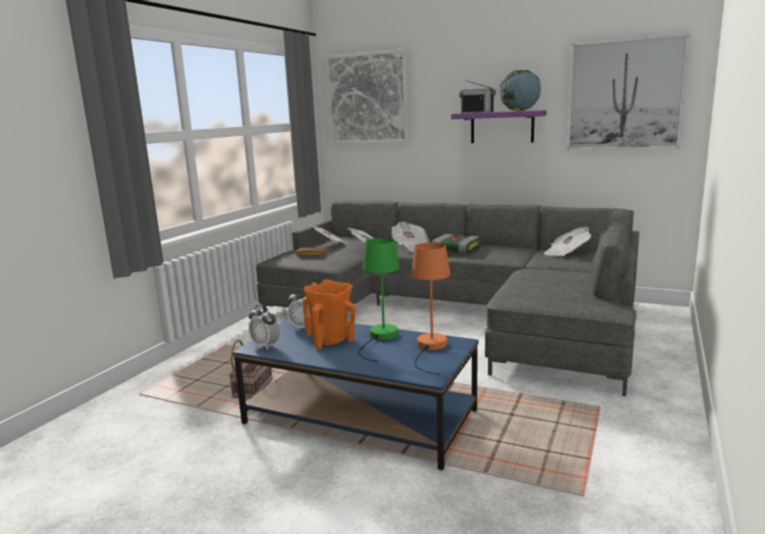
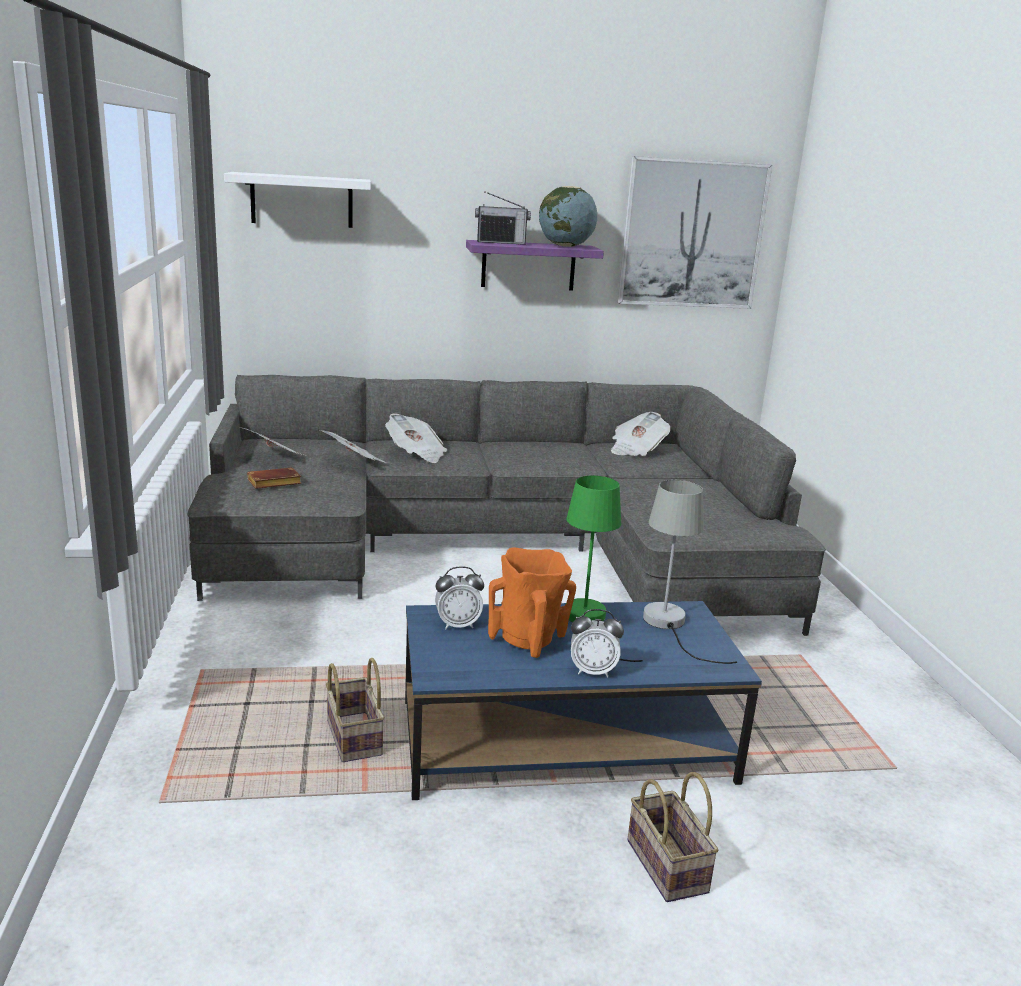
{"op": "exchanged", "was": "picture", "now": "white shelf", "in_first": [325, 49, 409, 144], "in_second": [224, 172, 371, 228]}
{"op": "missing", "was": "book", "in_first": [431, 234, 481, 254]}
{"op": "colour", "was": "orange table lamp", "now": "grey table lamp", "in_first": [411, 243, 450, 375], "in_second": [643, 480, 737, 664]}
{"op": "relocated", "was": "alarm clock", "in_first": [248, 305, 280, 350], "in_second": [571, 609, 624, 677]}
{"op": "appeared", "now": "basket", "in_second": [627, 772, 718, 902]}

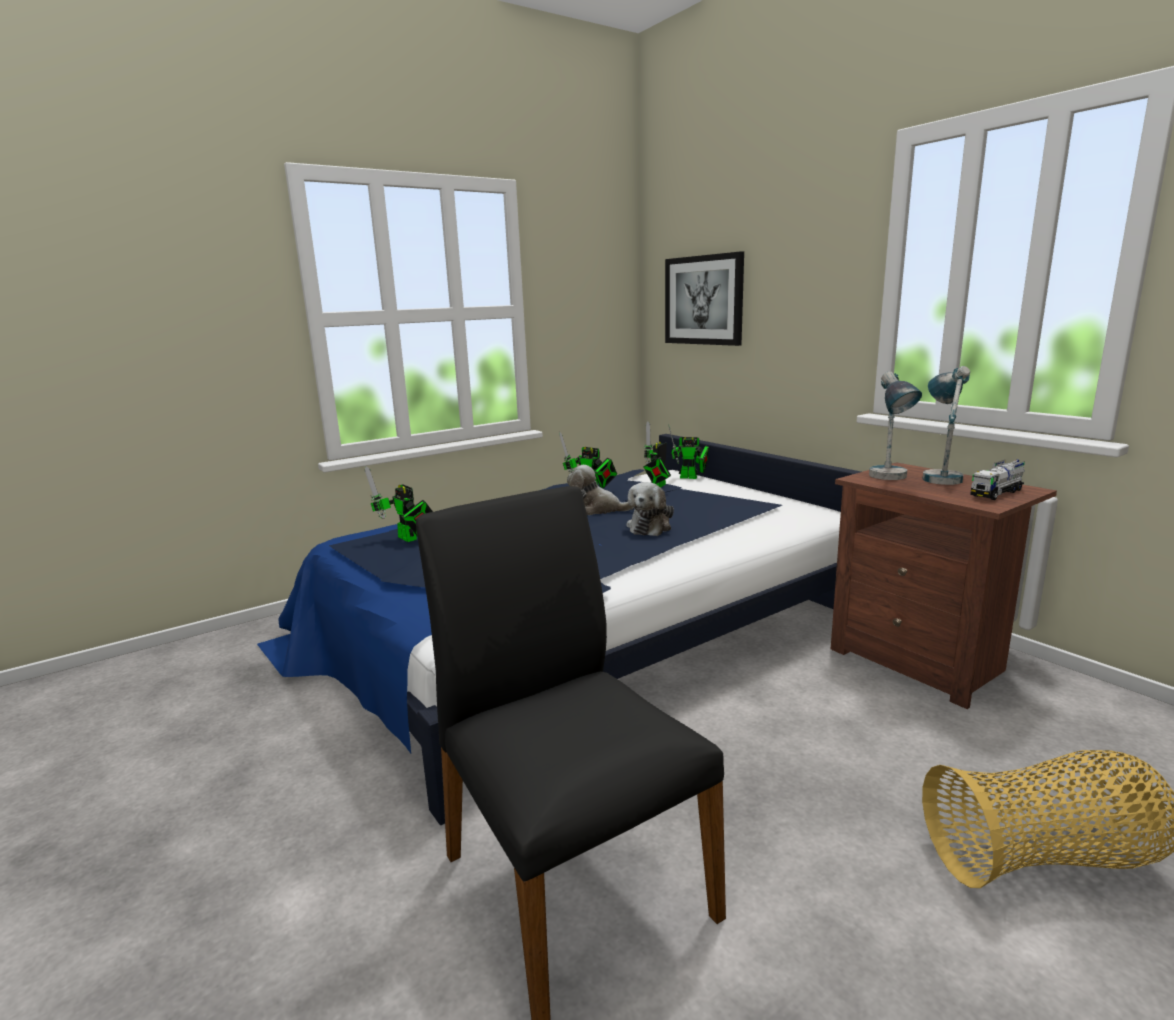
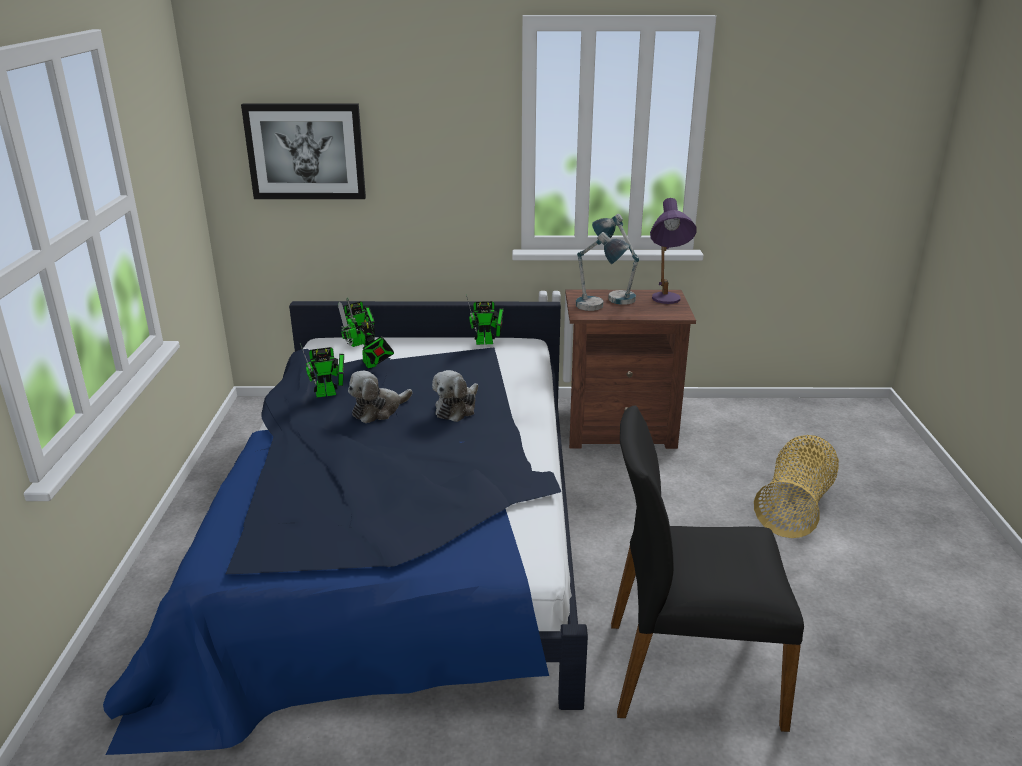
{"op": "exchanged", "was": "toy truck", "now": "purple table lamp", "in_first": [970, 459, 1025, 500], "in_second": [650, 198, 697, 304]}
{"op": "relocated", "was": "toy robot", "in_first": [365, 466, 433, 542], "in_second": [466, 294, 504, 345]}
{"op": "spun", "was": "plush toy", "in_first": [626, 482, 674, 536], "in_second": [432, 370, 478, 422], "clockwise": 60}

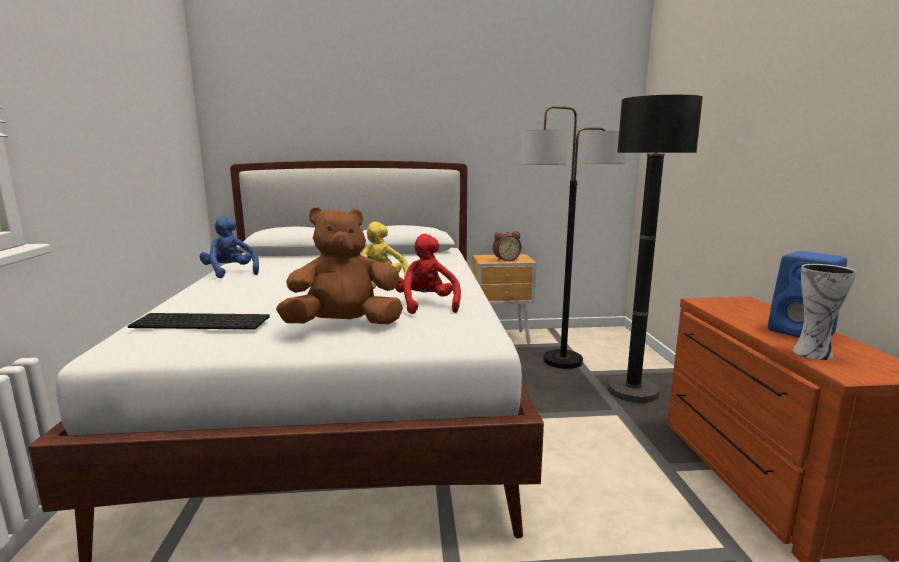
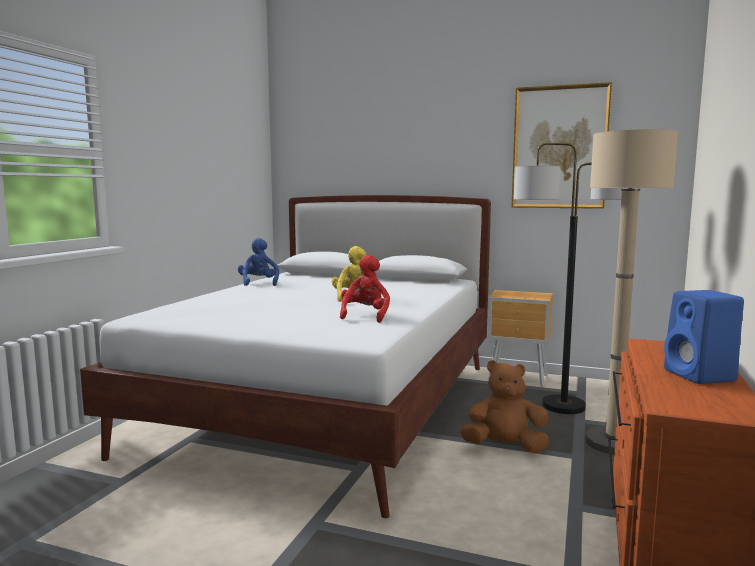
{"op": "colour", "was": "black floor lamp", "now": "beige floor lamp", "in_first": [608, 95, 703, 403], "in_second": [585, 129, 678, 455]}
{"op": "relocated", "was": "brown plush toy", "in_first": [276, 207, 403, 324], "in_second": [460, 360, 549, 453]}
{"op": "missing", "was": "alarm clock", "in_first": [493, 231, 521, 261]}
{"op": "missing", "was": "vase", "in_first": [793, 264, 856, 360]}
{"op": "missing", "was": "keyboard", "in_first": [127, 313, 270, 330]}
{"op": "appeared", "now": "picture", "in_second": [511, 82, 612, 209]}

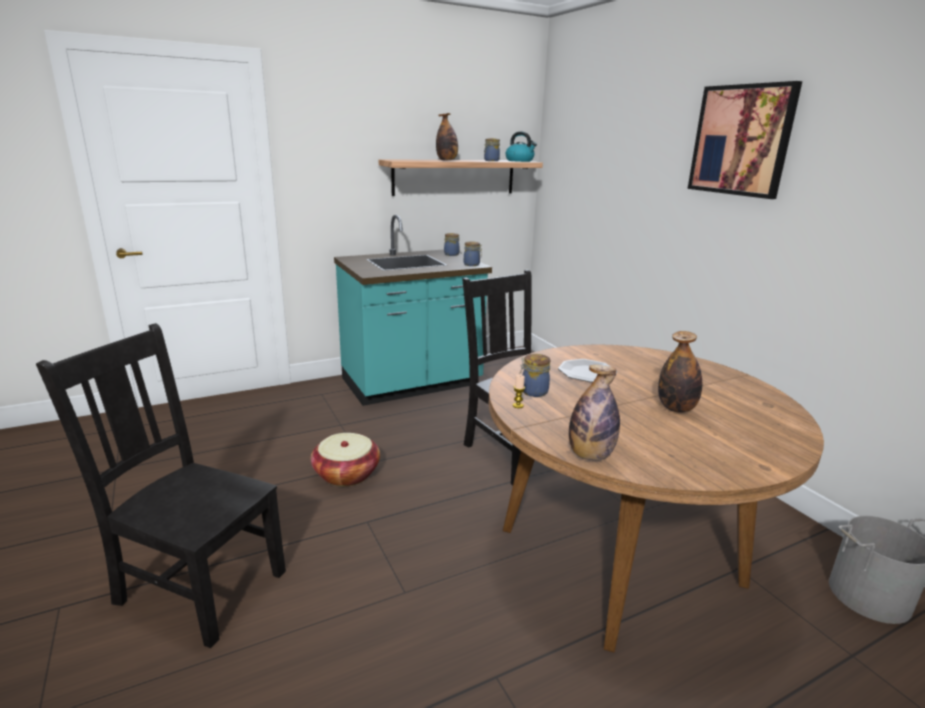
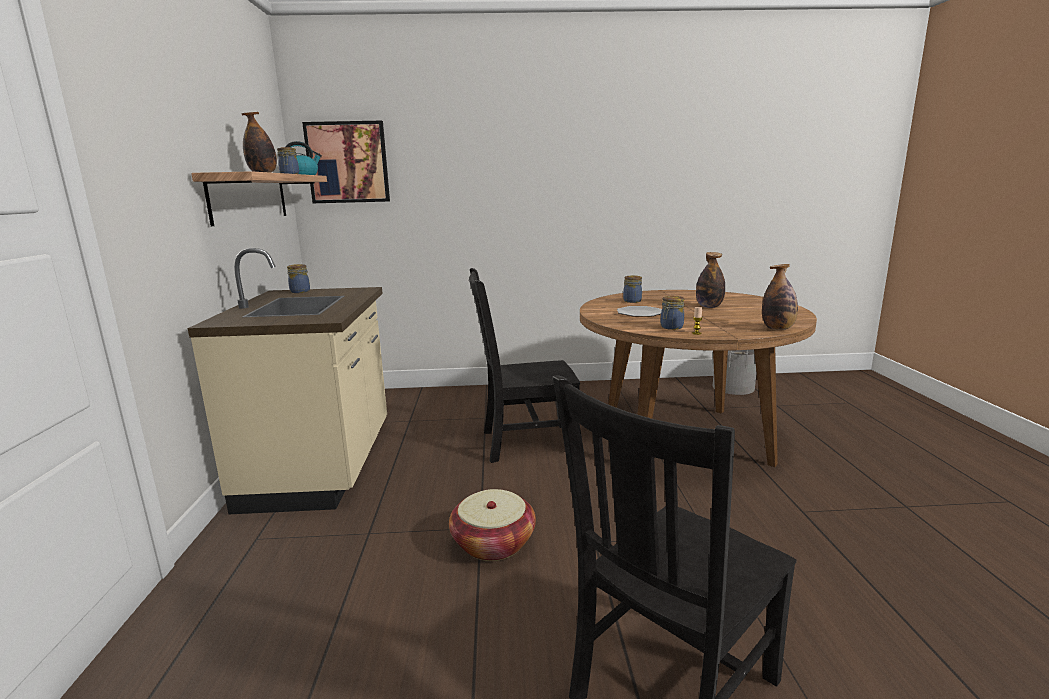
{"op": "relocated", "was": "picture", "in_first": [688, 81, 802, 199], "in_second": [302, 121, 390, 203]}
{"op": "colour", "was": "turquoise counter", "now": "beige counter", "in_first": [334, 215, 492, 406], "in_second": [188, 248, 387, 515]}
{"op": "relocated", "was": "jar", "in_first": [464, 241, 482, 266], "in_second": [623, 275, 642, 303]}

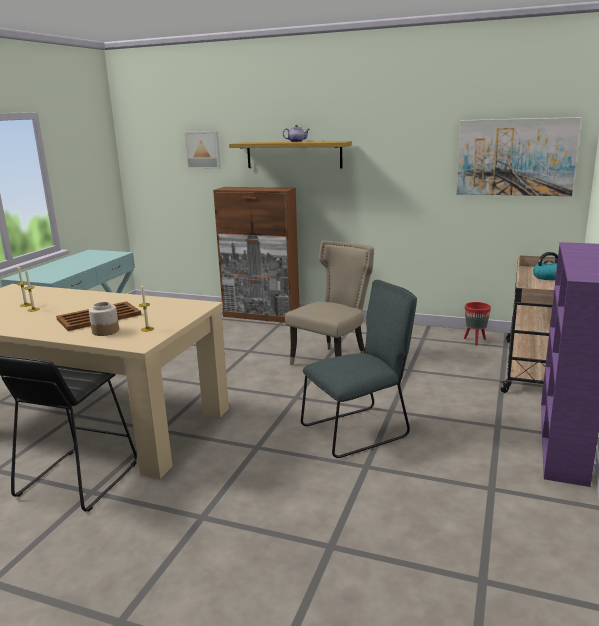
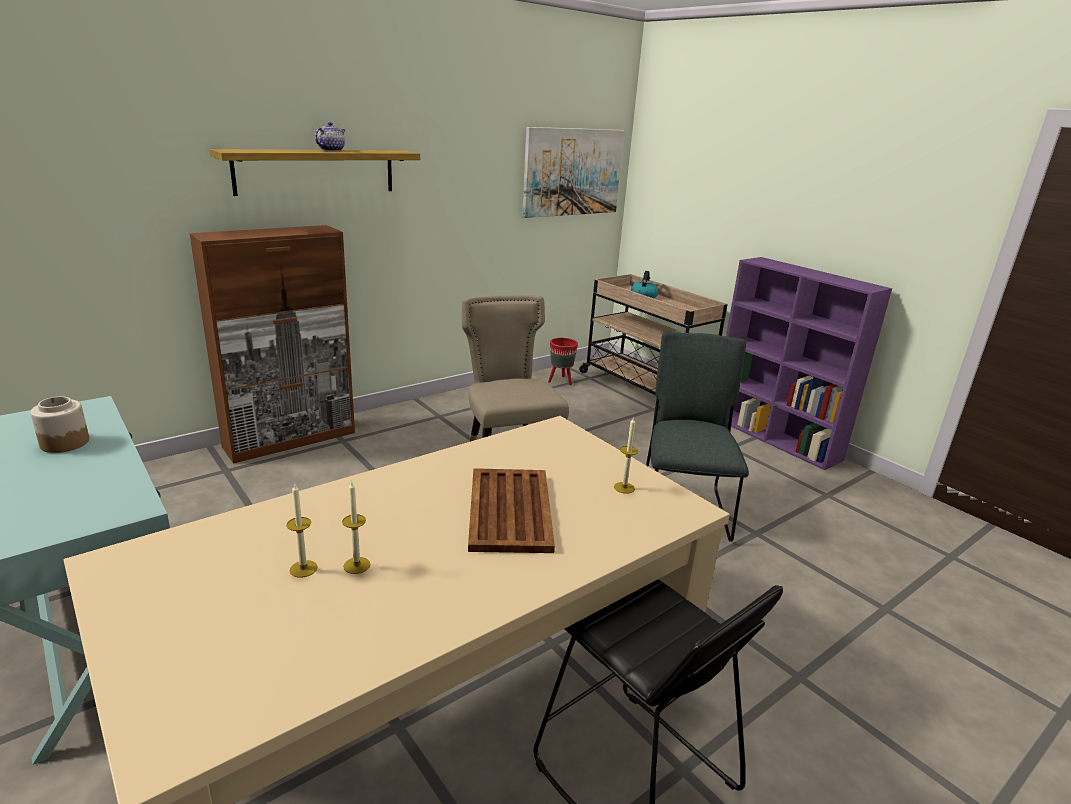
{"op": "missing", "was": "picture", "in_first": [184, 131, 221, 169]}
{"op": "relocated", "was": "jar", "in_first": [89, 302, 119, 336], "in_second": [30, 396, 89, 453]}

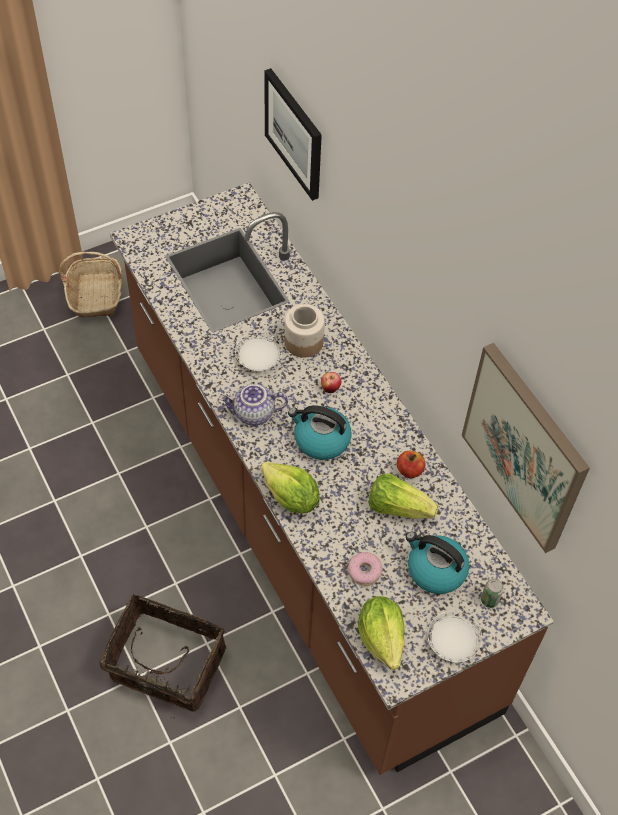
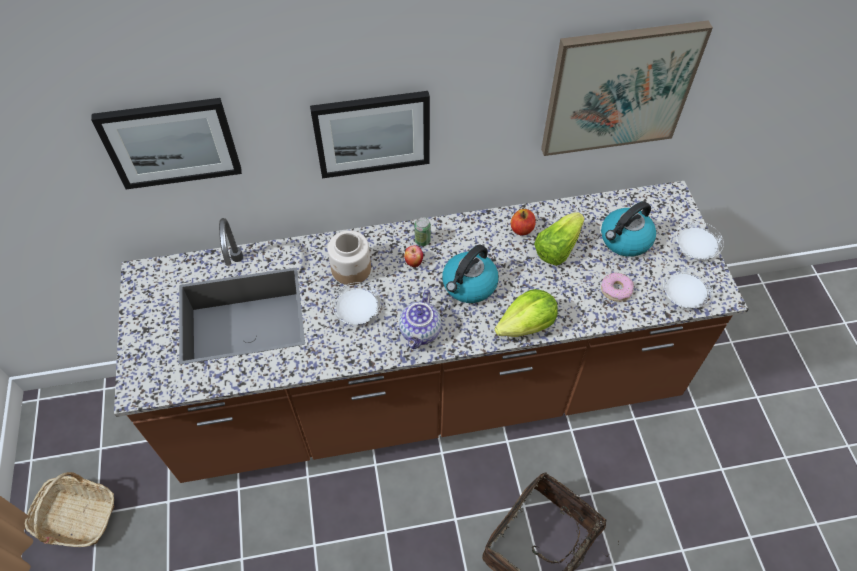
{"op": "relocated", "was": "can", "in_first": [481, 579, 504, 608], "in_second": [414, 217, 431, 246]}
{"op": "exchanged", "was": "lettuce", "now": "white plate", "in_first": [358, 596, 405, 670], "in_second": [663, 267, 713, 309]}
{"op": "appeared", "now": "picture", "in_second": [310, 91, 430, 178]}

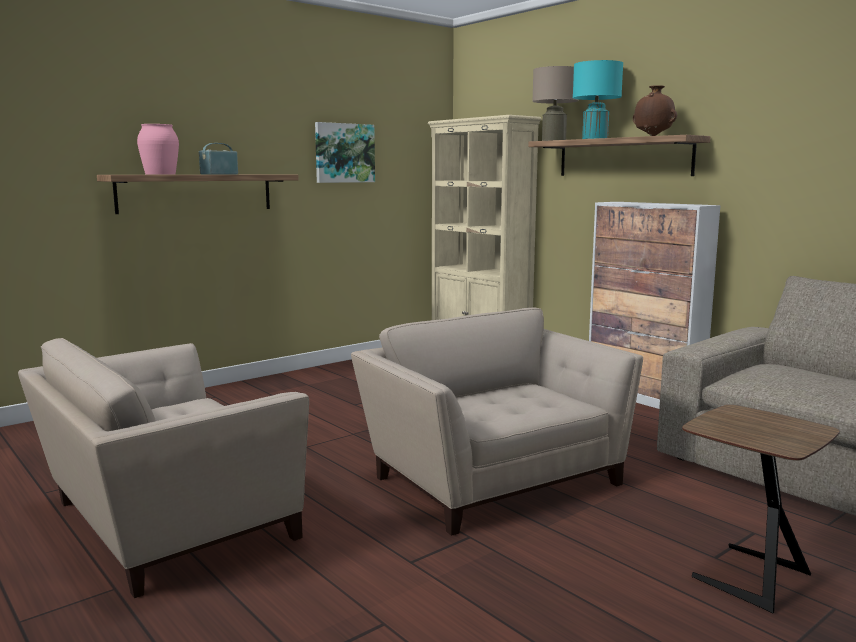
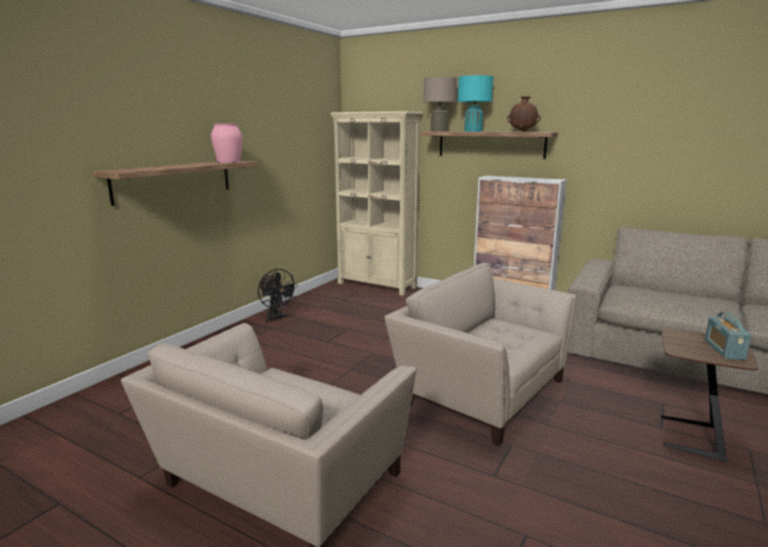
{"op": "missing", "was": "picture", "in_first": [315, 122, 375, 183]}
{"op": "relocated", "was": "pink vase", "in_first": [137, 124, 179, 175], "in_second": [211, 124, 242, 163]}
{"op": "relocated", "was": "radio", "in_first": [199, 143, 238, 174], "in_second": [705, 312, 752, 360]}
{"op": "appeared", "now": "black fan", "in_second": [258, 269, 298, 323]}

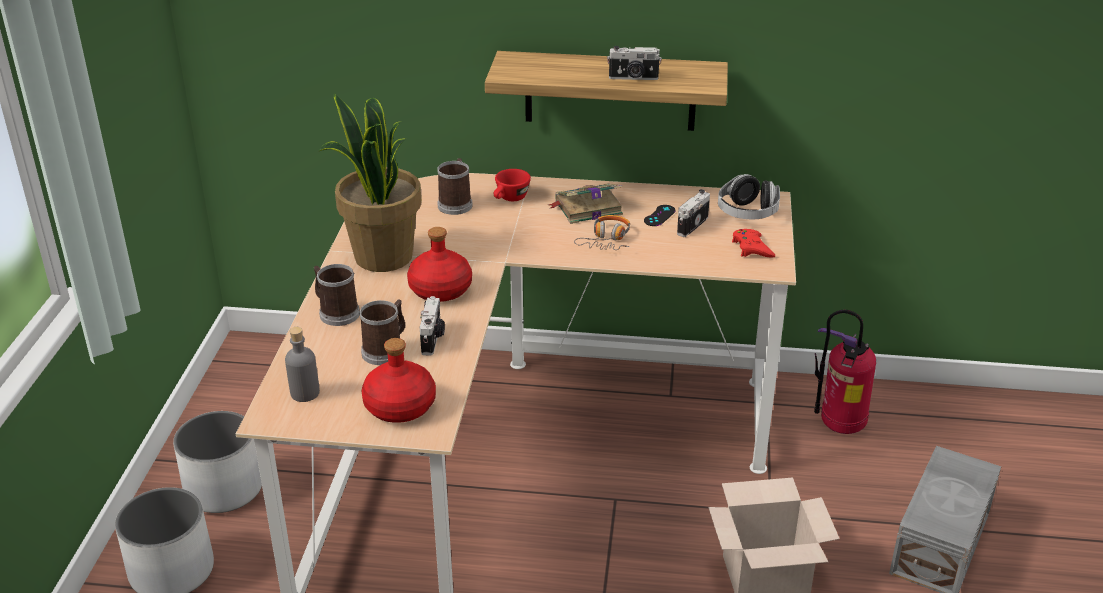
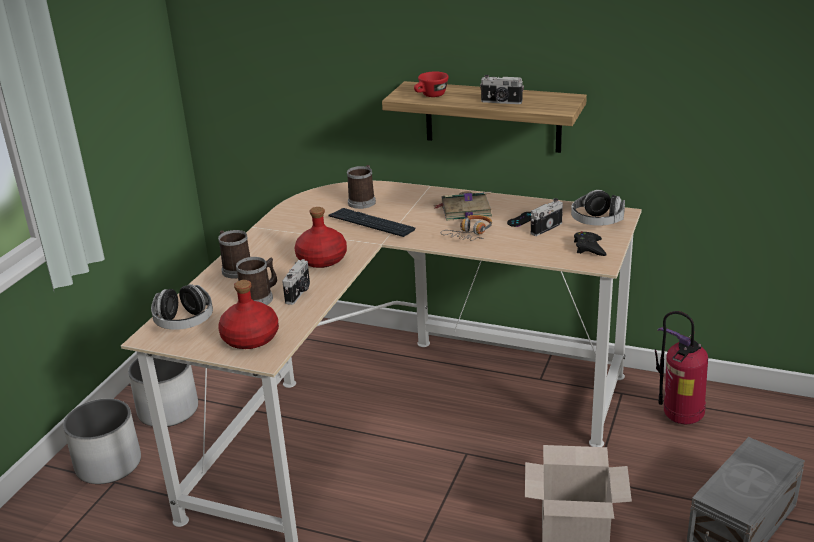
{"op": "missing", "was": "potted plant", "in_first": [318, 93, 421, 272]}
{"op": "relocated", "was": "red cup", "in_first": [494, 169, 531, 201], "in_second": [414, 72, 449, 97]}
{"op": "colour", "was": "red game controller", "now": "black game controller", "in_first": [732, 229, 775, 258], "in_second": [574, 231, 607, 256]}
{"op": "exchanged", "was": "grey bottle", "now": "headphones", "in_first": [285, 327, 320, 402], "in_second": [151, 284, 213, 330]}
{"op": "appeared", "now": "keyboard", "in_second": [329, 208, 415, 237]}

